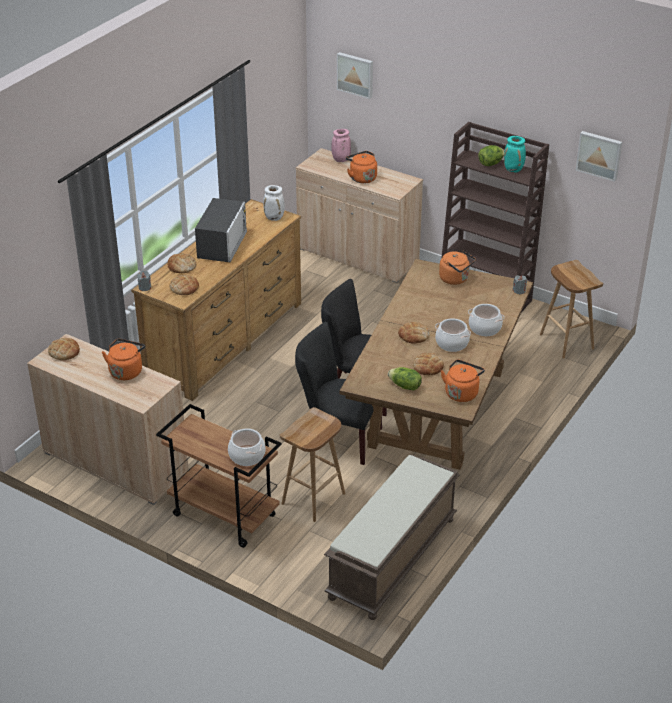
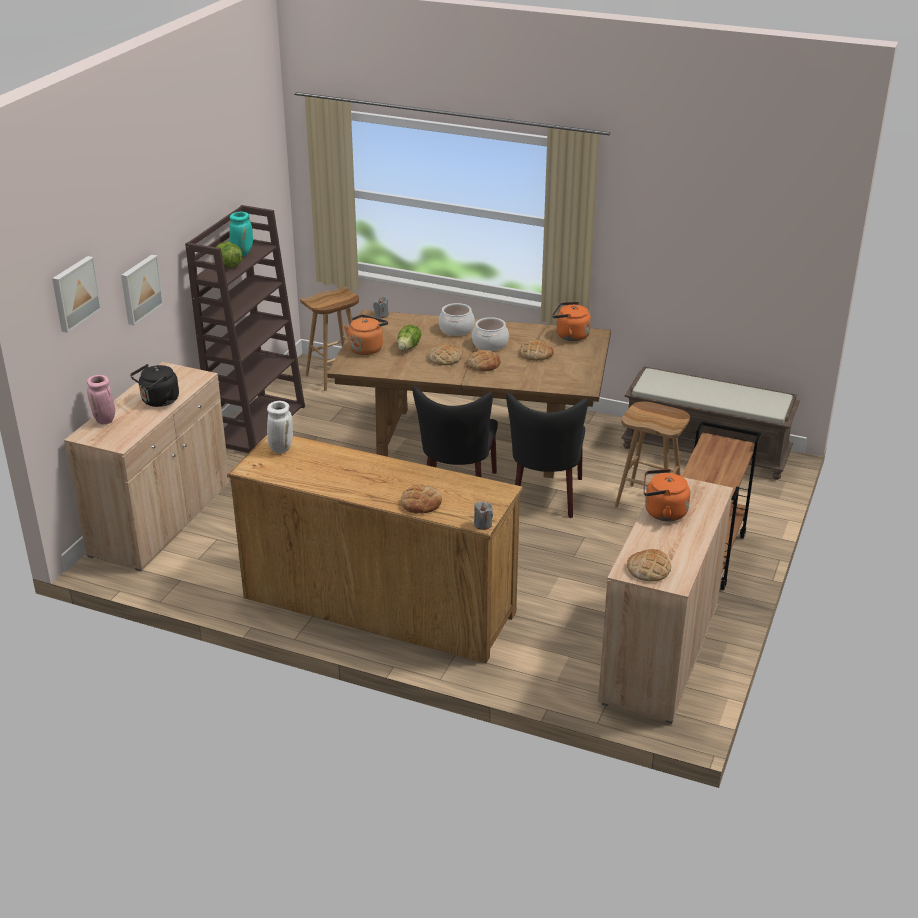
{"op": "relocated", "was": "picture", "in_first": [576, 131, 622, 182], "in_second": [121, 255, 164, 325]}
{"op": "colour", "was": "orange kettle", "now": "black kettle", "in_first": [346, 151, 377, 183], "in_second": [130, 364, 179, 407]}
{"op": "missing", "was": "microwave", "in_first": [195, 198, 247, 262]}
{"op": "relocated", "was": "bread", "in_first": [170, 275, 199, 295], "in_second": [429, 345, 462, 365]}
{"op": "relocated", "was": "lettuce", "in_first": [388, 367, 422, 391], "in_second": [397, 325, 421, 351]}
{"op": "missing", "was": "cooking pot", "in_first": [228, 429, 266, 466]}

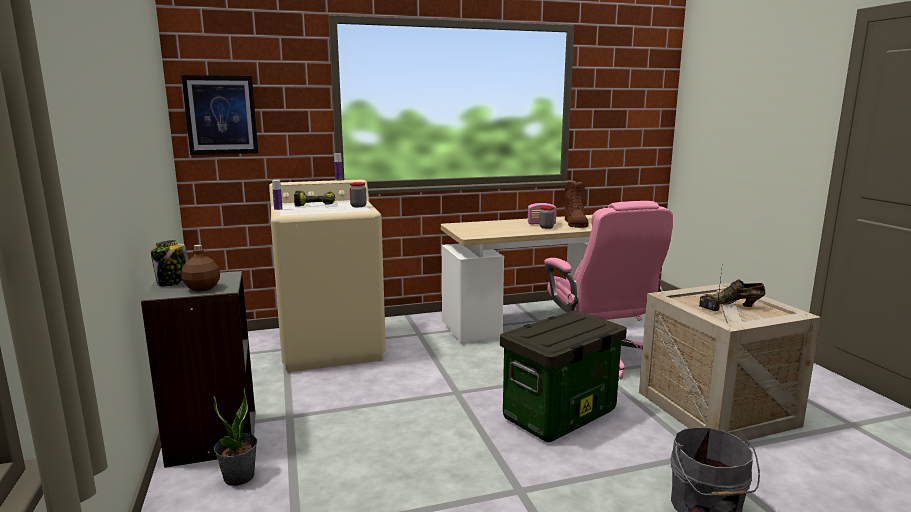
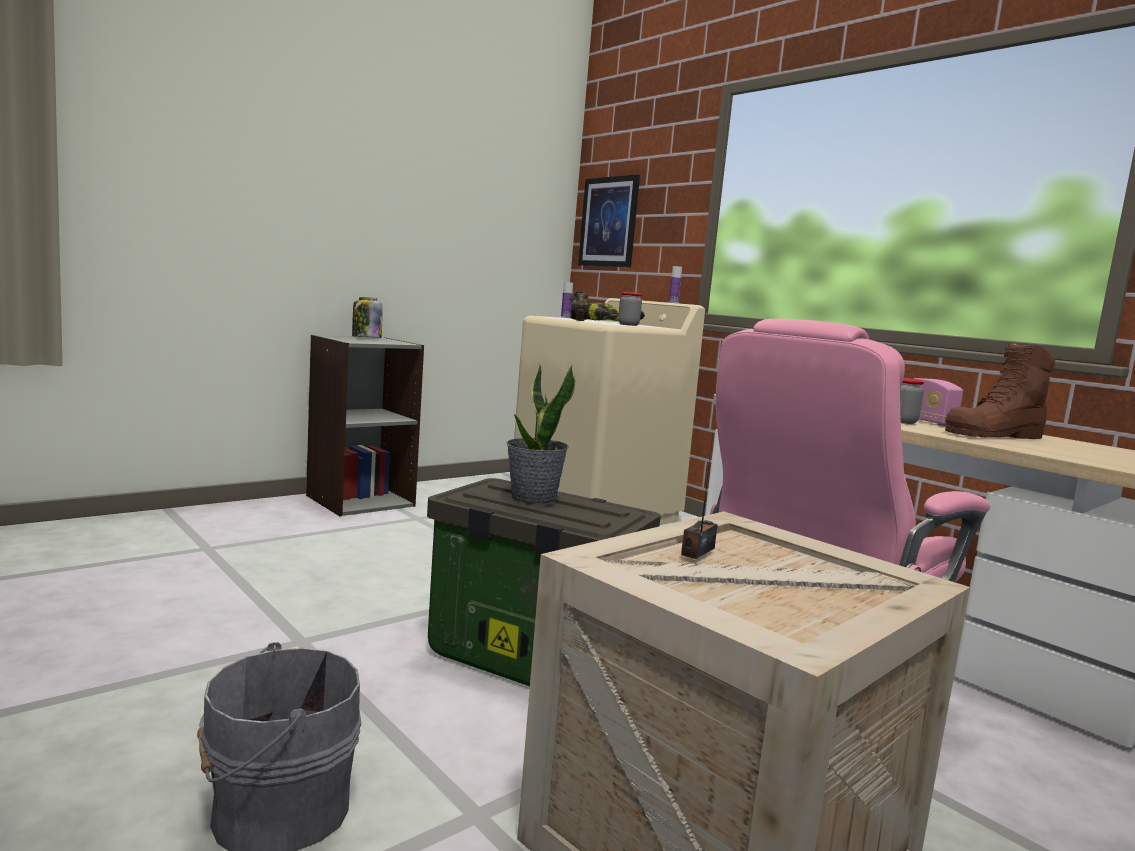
{"op": "missing", "was": "brown bottle", "in_first": [181, 245, 220, 292]}
{"op": "relocated", "was": "brown shoe", "in_first": [705, 279, 765, 307], "in_second": [570, 291, 589, 321]}
{"op": "relocated", "was": "potted plant", "in_first": [213, 388, 257, 486], "in_second": [507, 365, 576, 505]}

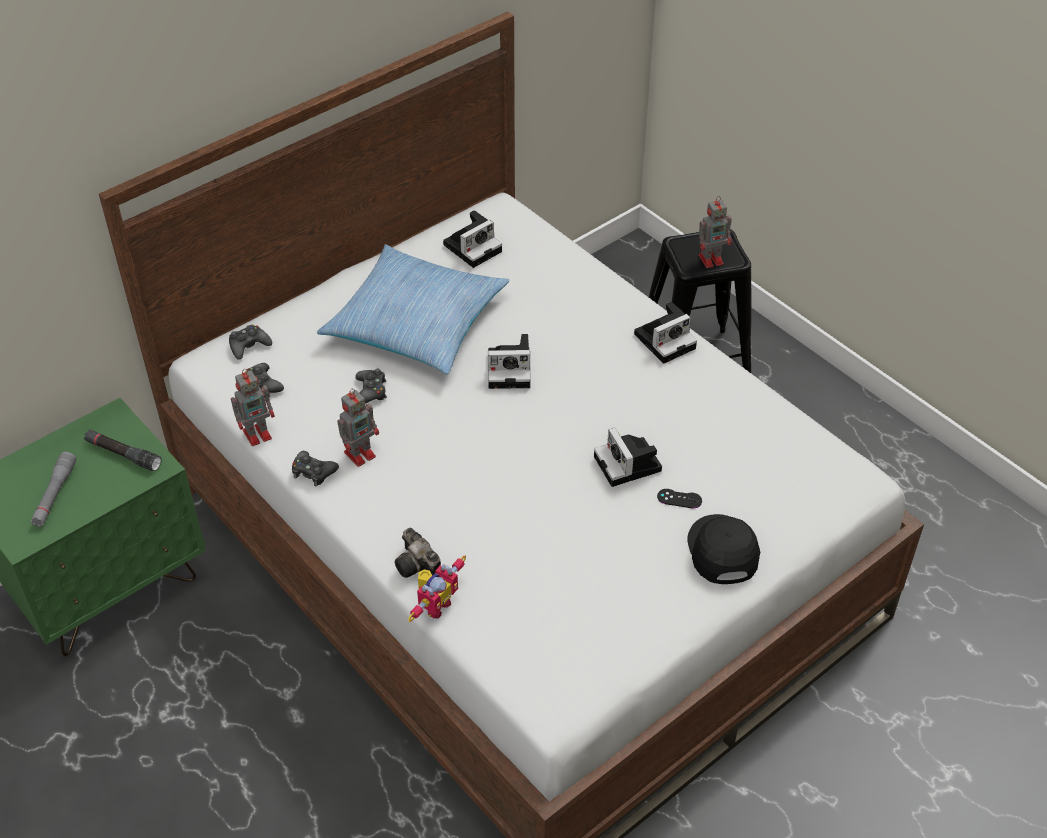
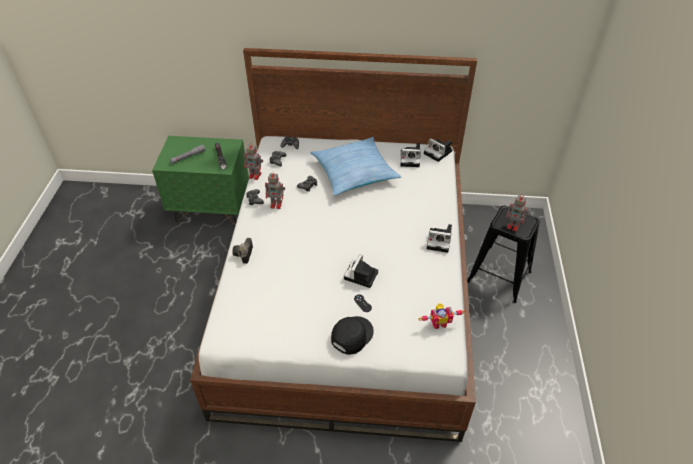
{"op": "relocated", "was": "photo camera", "in_first": [488, 334, 531, 389], "in_second": [424, 138, 453, 162]}
{"op": "relocated", "was": "toy robot", "in_first": [408, 556, 466, 622], "in_second": [418, 303, 465, 329]}

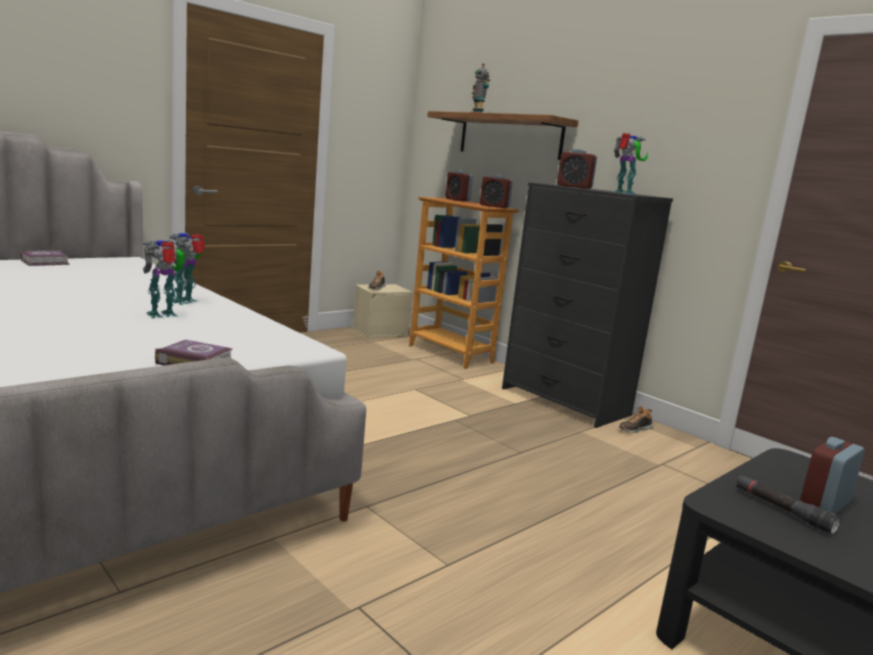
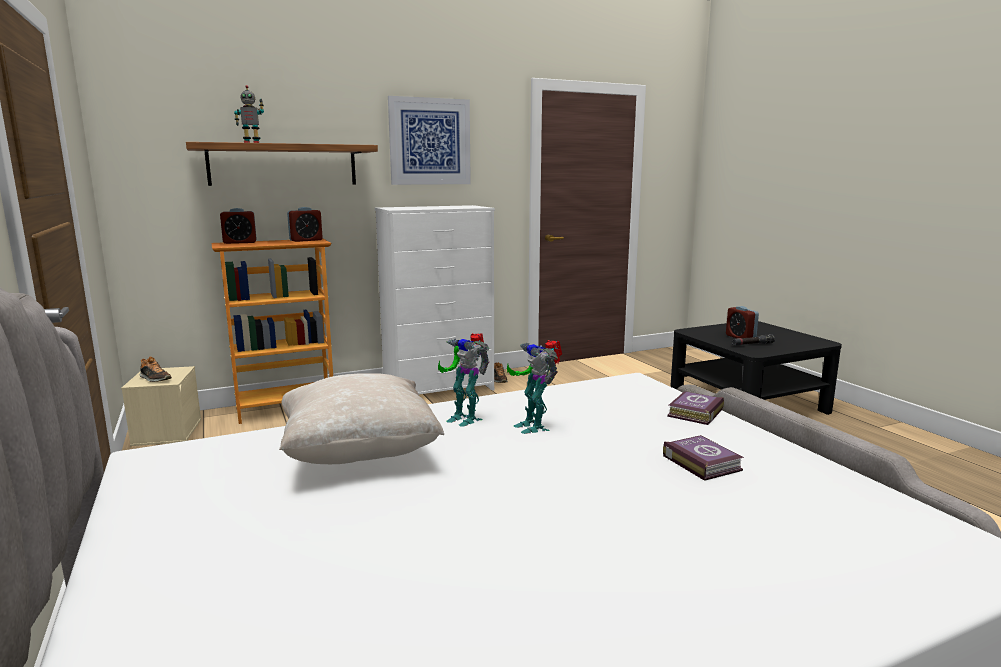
{"op": "missing", "was": "toy robot", "in_first": [613, 133, 648, 194]}
{"op": "missing", "was": "alarm clock", "in_first": [557, 149, 597, 189]}
{"op": "colour", "was": "black dresser", "now": "white dresser", "in_first": [502, 182, 673, 428], "in_second": [375, 205, 495, 394]}
{"op": "relocated", "was": "book", "in_first": [20, 250, 69, 266], "in_second": [663, 435, 744, 481]}
{"op": "appeared", "now": "picture", "in_second": [388, 96, 471, 185]}
{"op": "appeared", "now": "beige pillow", "in_second": [279, 373, 444, 464]}

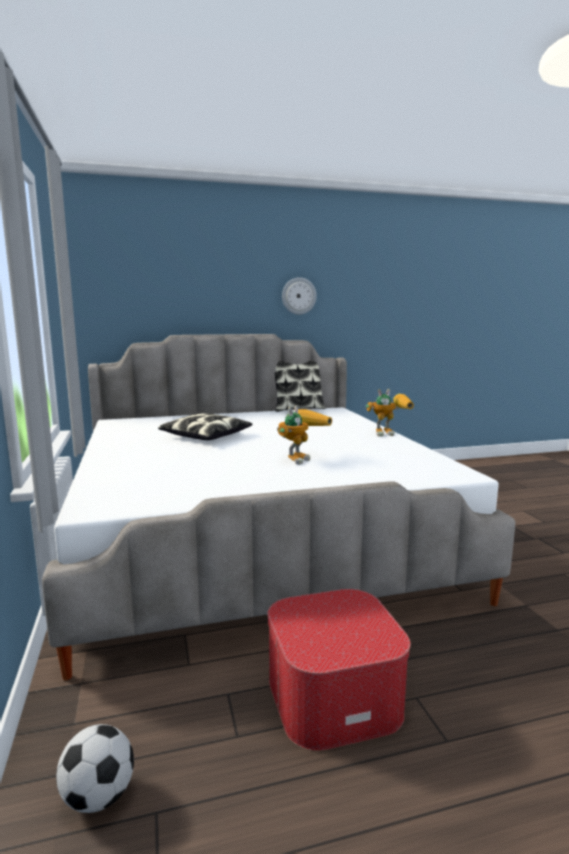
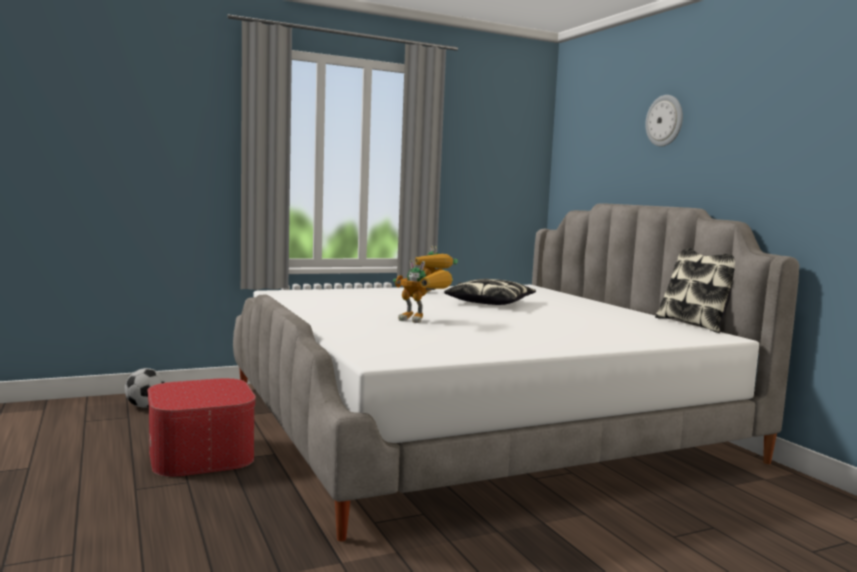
{"op": "relocated", "was": "wall clock", "in_first": [282, 277, 317, 315], "in_second": [645, 95, 683, 147]}
{"op": "relocated", "was": "toy robot", "in_first": [366, 389, 414, 437], "in_second": [415, 245, 458, 291]}

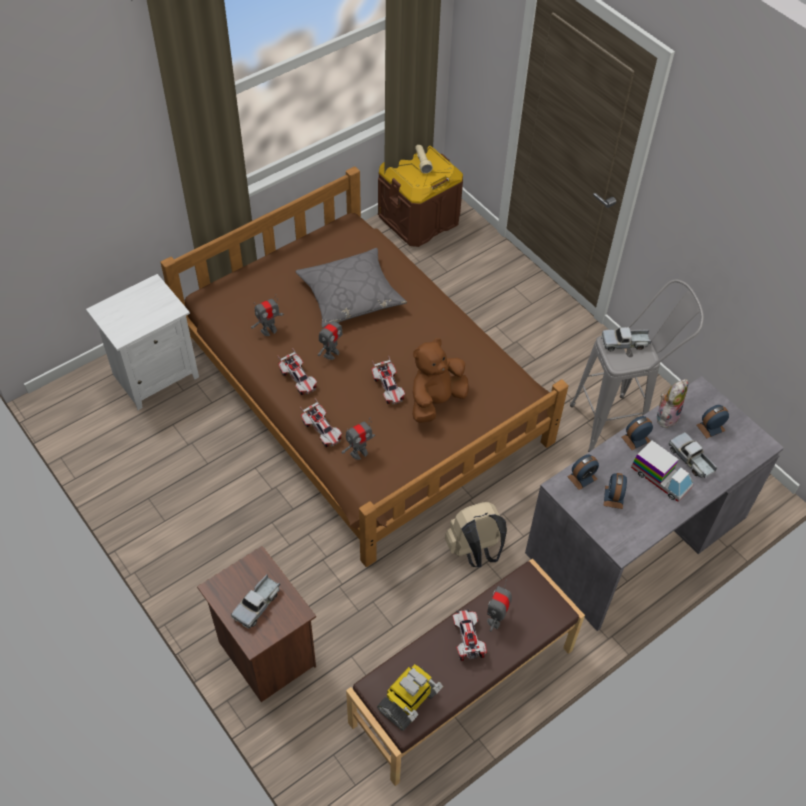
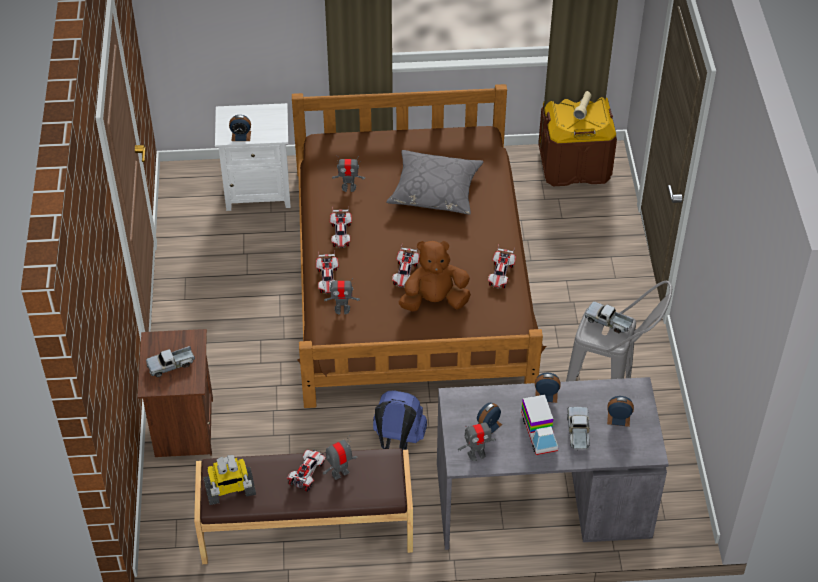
{"op": "relocated", "was": "toy robot", "in_first": [318, 315, 343, 360], "in_second": [458, 419, 496, 461]}
{"op": "missing", "was": "plush toy", "in_first": [657, 379, 688, 429]}
{"op": "relocated", "was": "alarm clock", "in_first": [567, 455, 599, 490], "in_second": [229, 115, 251, 141]}
{"op": "colour", "was": "beige backpack", "now": "blue backpack", "in_first": [445, 502, 507, 567], "in_second": [373, 390, 427, 450]}
{"op": "appeared", "now": "toy car", "in_second": [488, 245, 516, 289]}

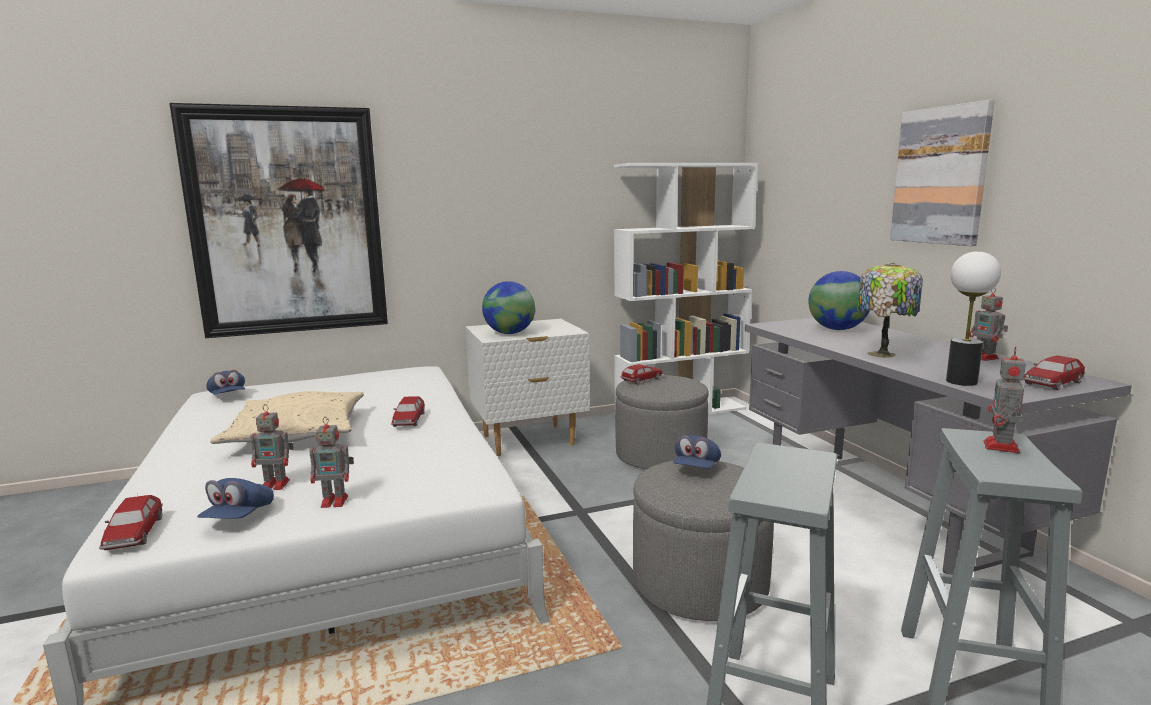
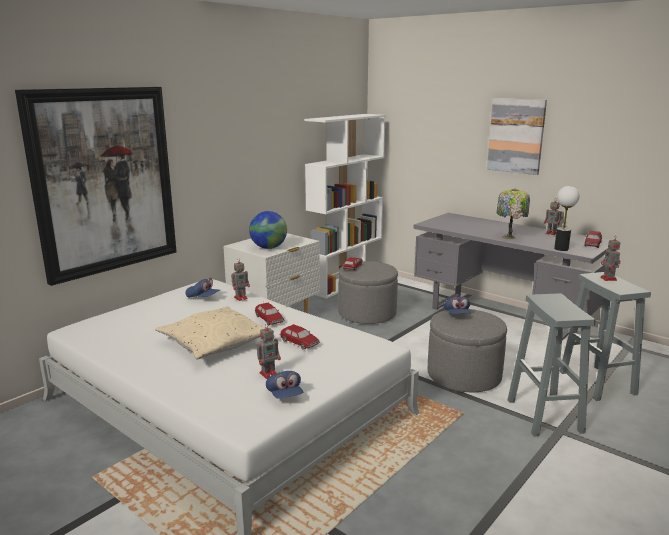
{"op": "missing", "was": "globe", "in_first": [808, 271, 869, 330]}
{"op": "relocated", "was": "blue cap", "in_first": [206, 370, 245, 395], "in_second": [185, 278, 220, 298]}
{"op": "relocated", "was": "toy robot", "in_first": [310, 417, 354, 508], "in_second": [231, 258, 250, 301]}
{"op": "relocated", "was": "toy car", "in_first": [99, 494, 163, 550], "in_second": [280, 324, 320, 350]}

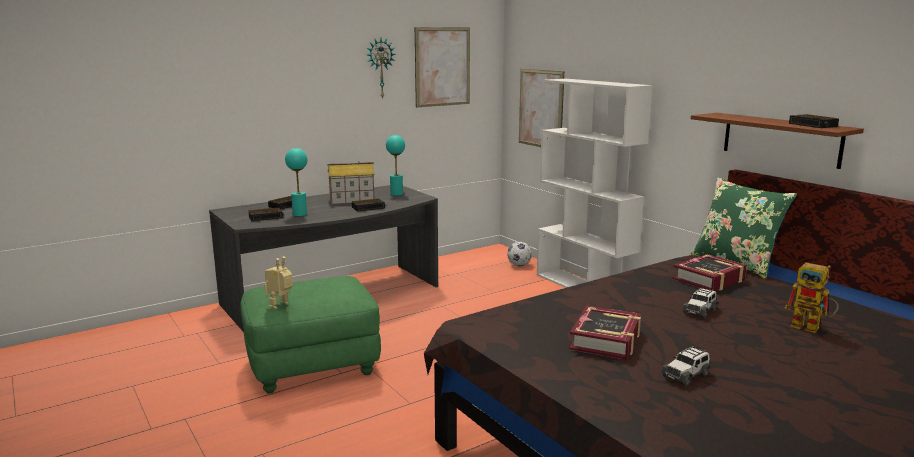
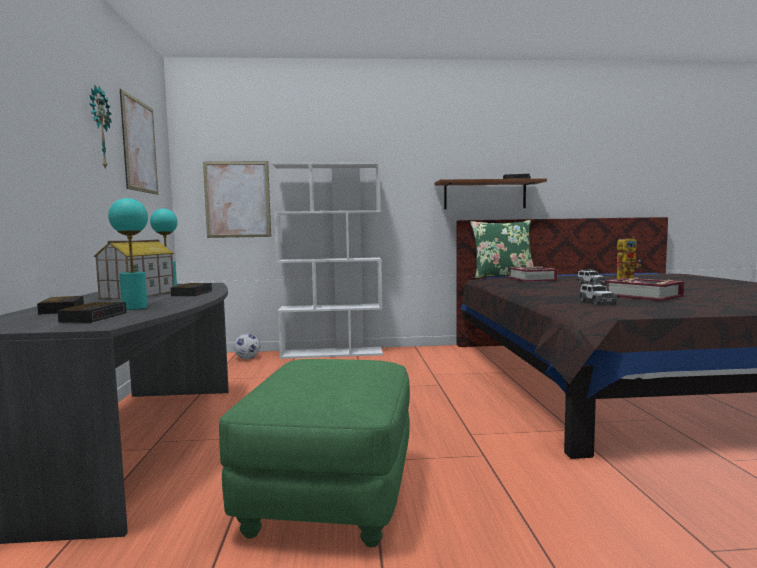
{"op": "missing", "was": "toy robot", "in_first": [264, 256, 293, 309]}
{"op": "relocated", "was": "toy car", "in_first": [661, 346, 711, 386], "in_second": [578, 283, 618, 305]}

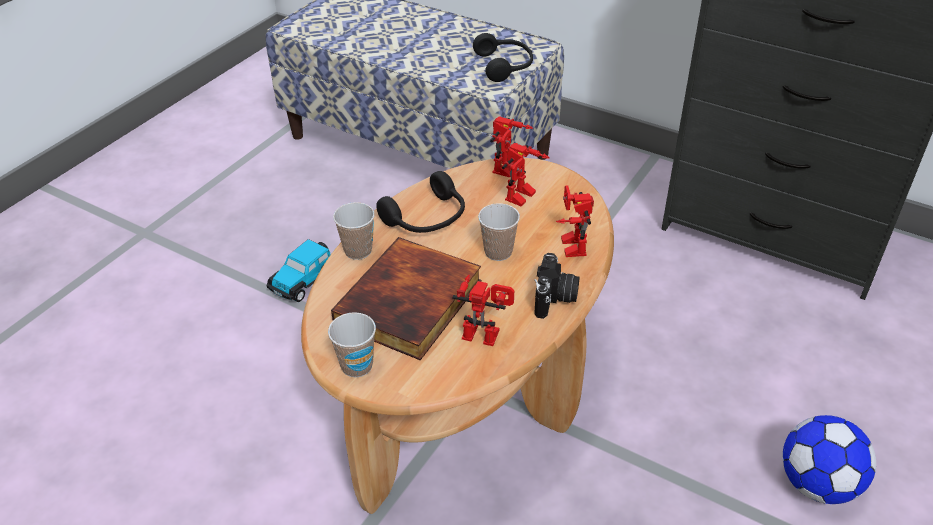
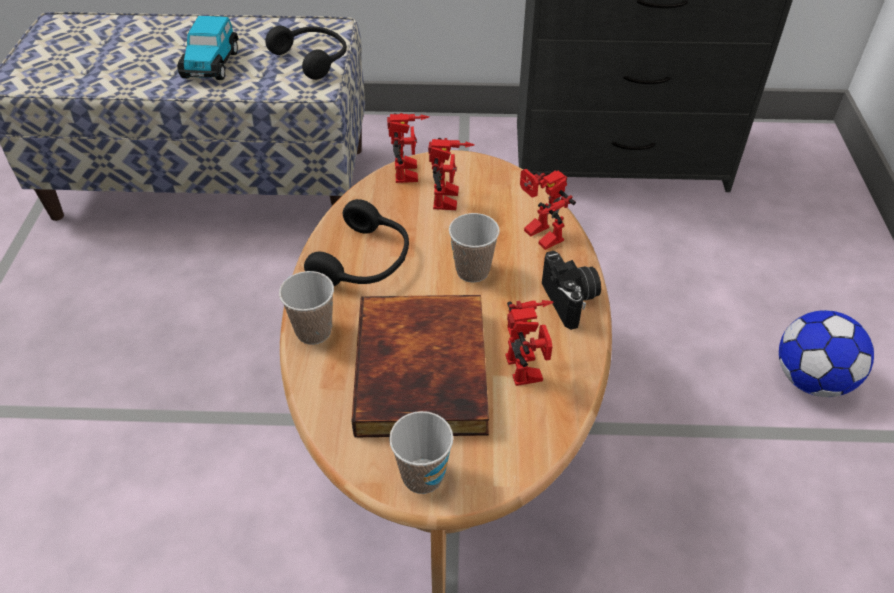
{"op": "relocated", "was": "toy car", "in_first": [266, 239, 331, 302], "in_second": [177, 16, 239, 80]}
{"op": "spun", "was": "toy robot", "in_first": [452, 275, 514, 346], "in_second": [505, 300, 553, 386], "clockwise": 90}

